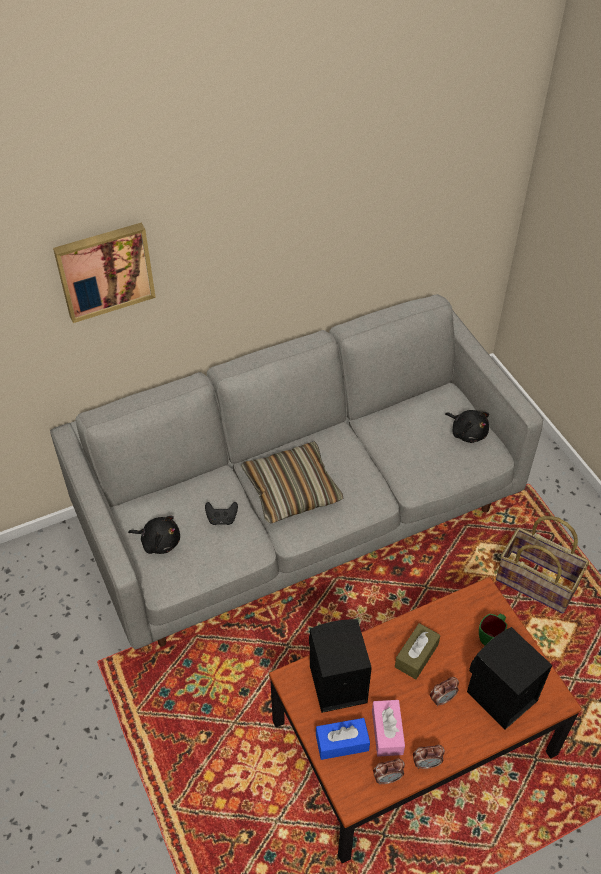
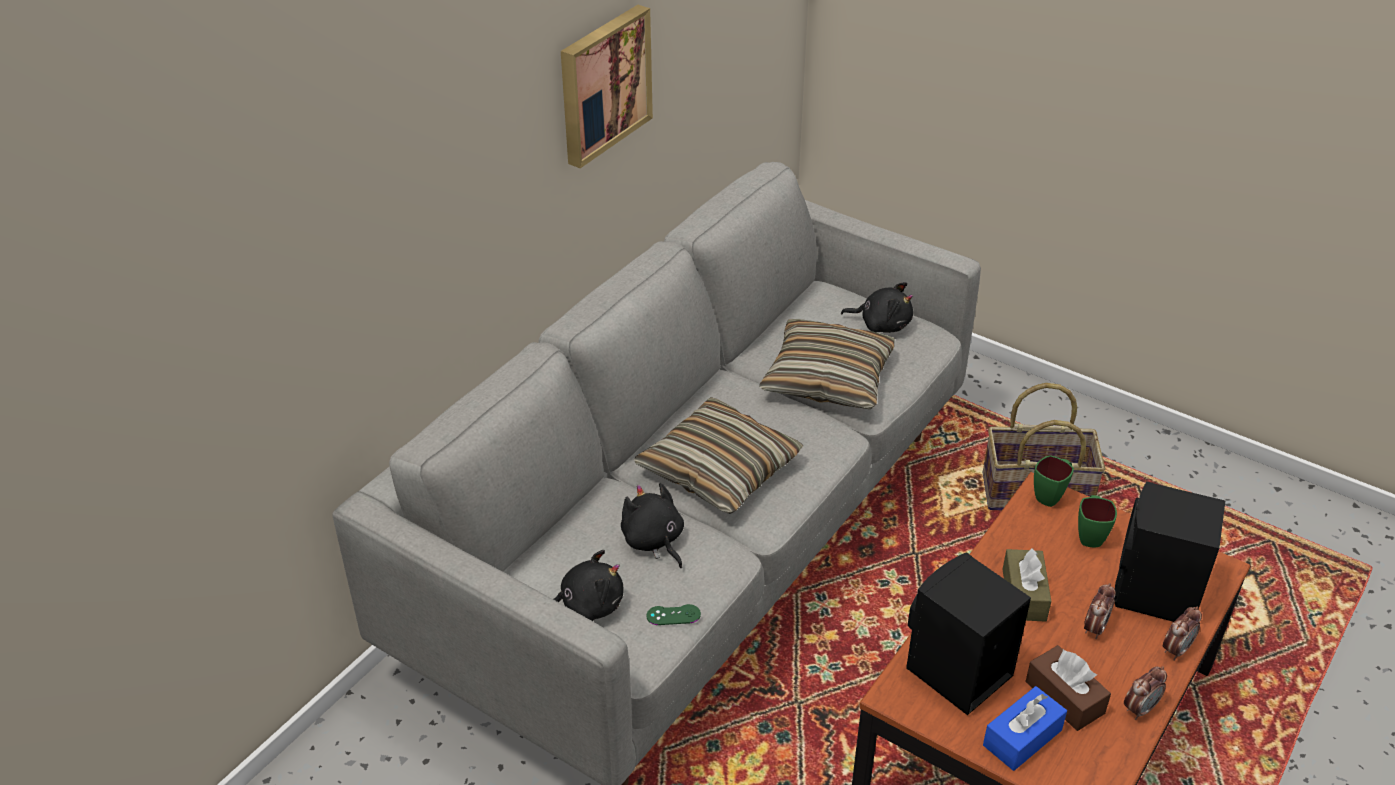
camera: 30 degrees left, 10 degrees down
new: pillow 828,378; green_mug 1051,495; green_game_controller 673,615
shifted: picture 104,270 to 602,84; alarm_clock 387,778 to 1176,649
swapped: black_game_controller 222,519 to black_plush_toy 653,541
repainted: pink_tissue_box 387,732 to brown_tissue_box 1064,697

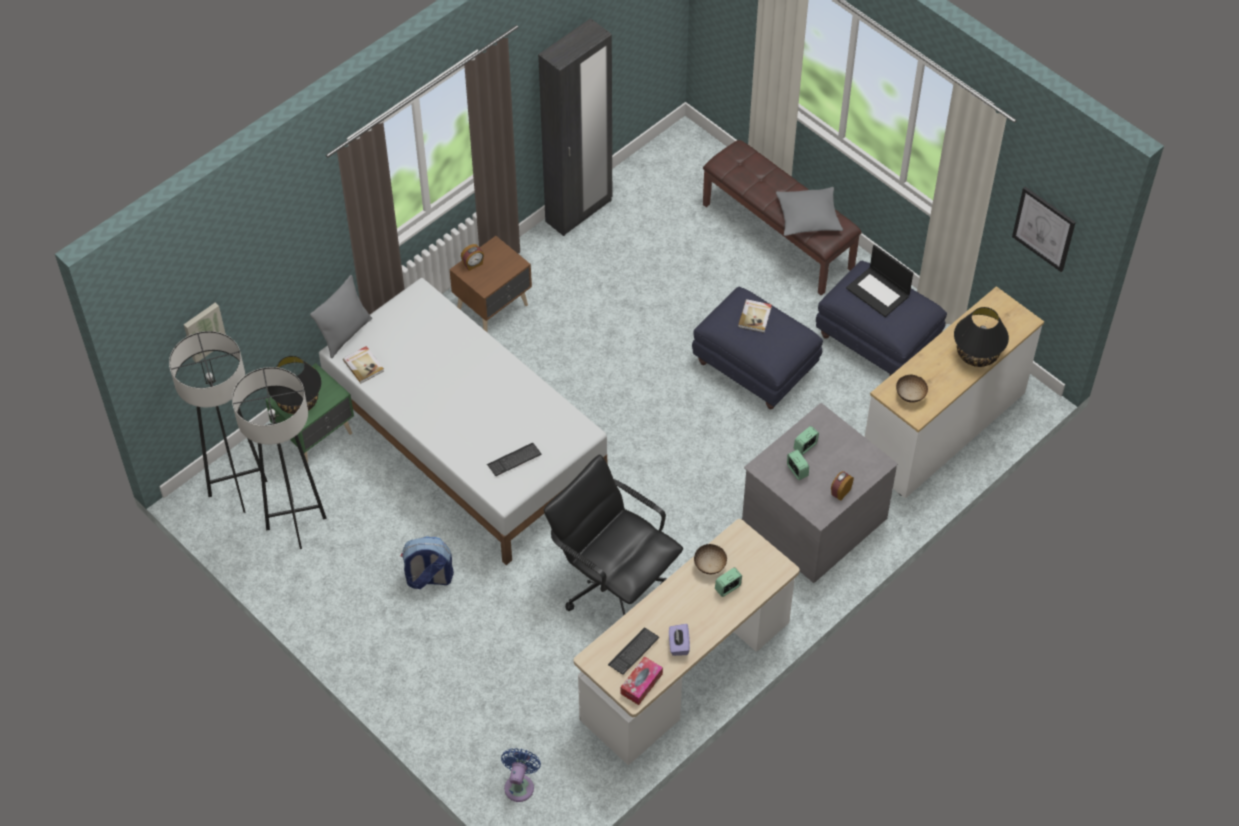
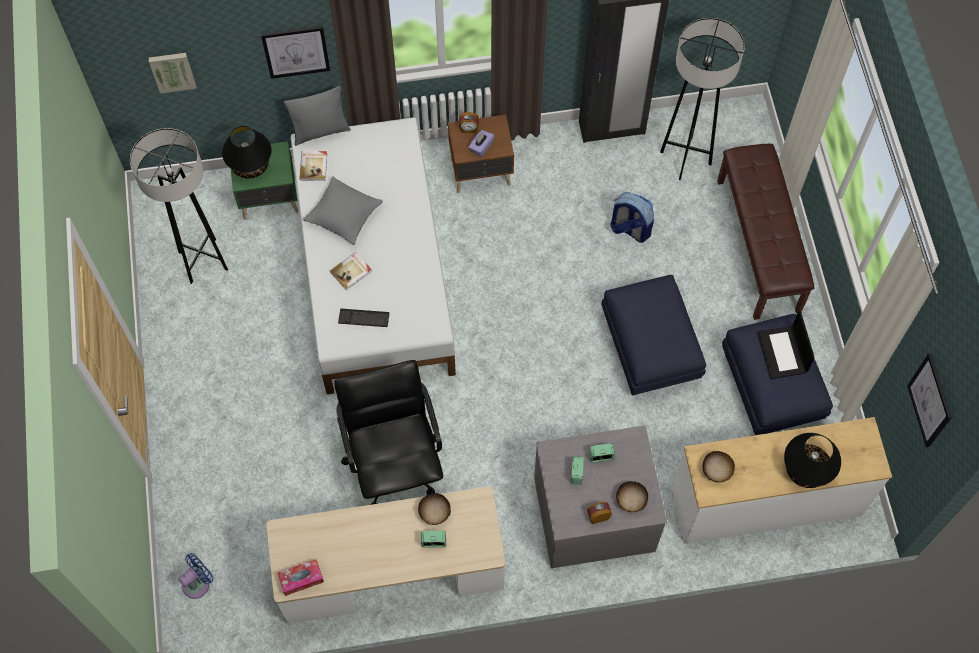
camera: 35 degrees right, 10 degrees up
gone: keyboard 633,652
new: picture 296,51; bowl 630,501
shifted: grey_pillow 808,217 to 344,215; book 755,317 to 351,272; grey_floor_lamp 237,488 to 685,158; backpack 428,578 to 629,229; purple_tissue_box 678,645 to 481,147

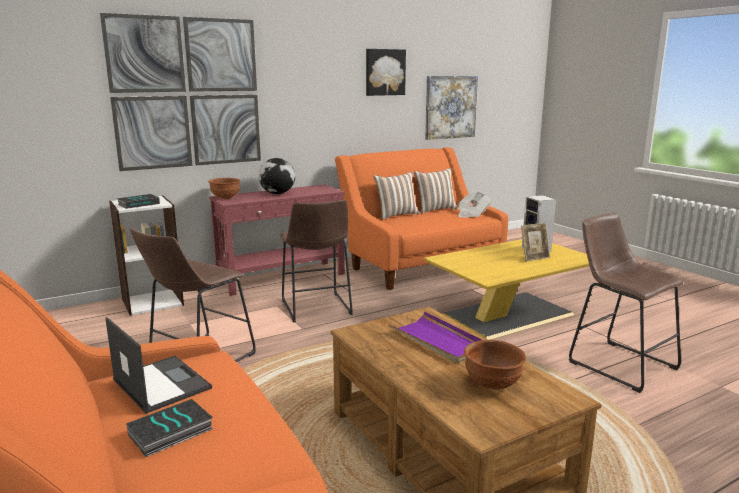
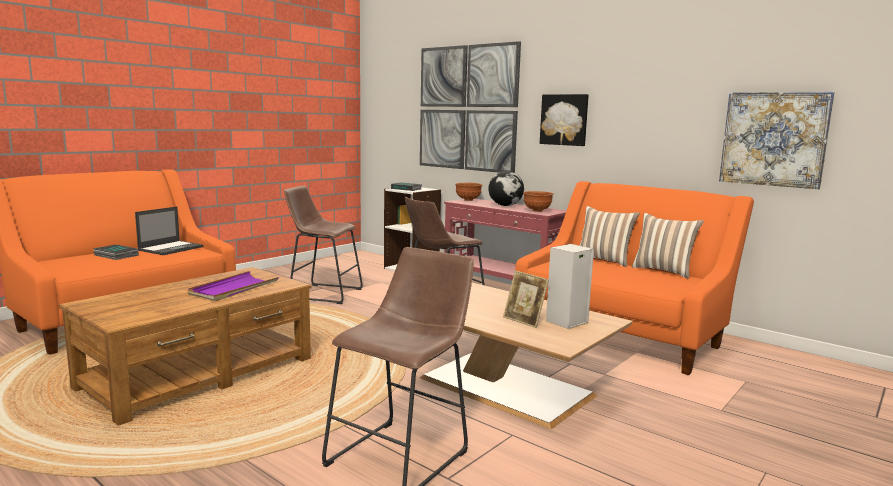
camera: 70 degrees right, 5 degrees down
gone: newspaper 472,214
shifted: picture 384,72 to 564,119; brown_bowl 492,385 to 537,211
repainted: yellow_coffee_table 509,314 to brown_coffee_table 509,387

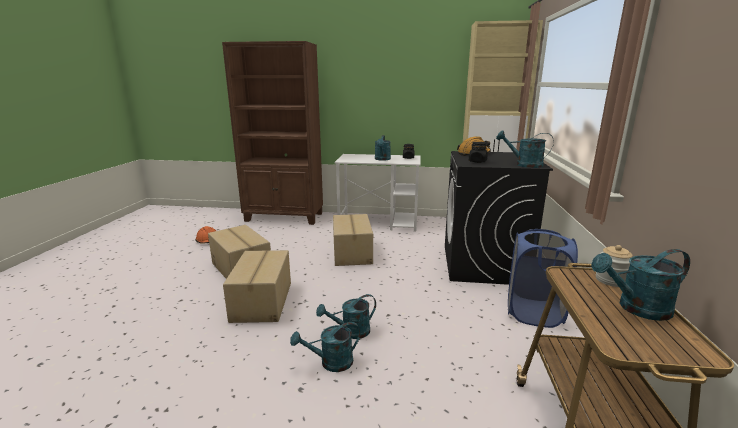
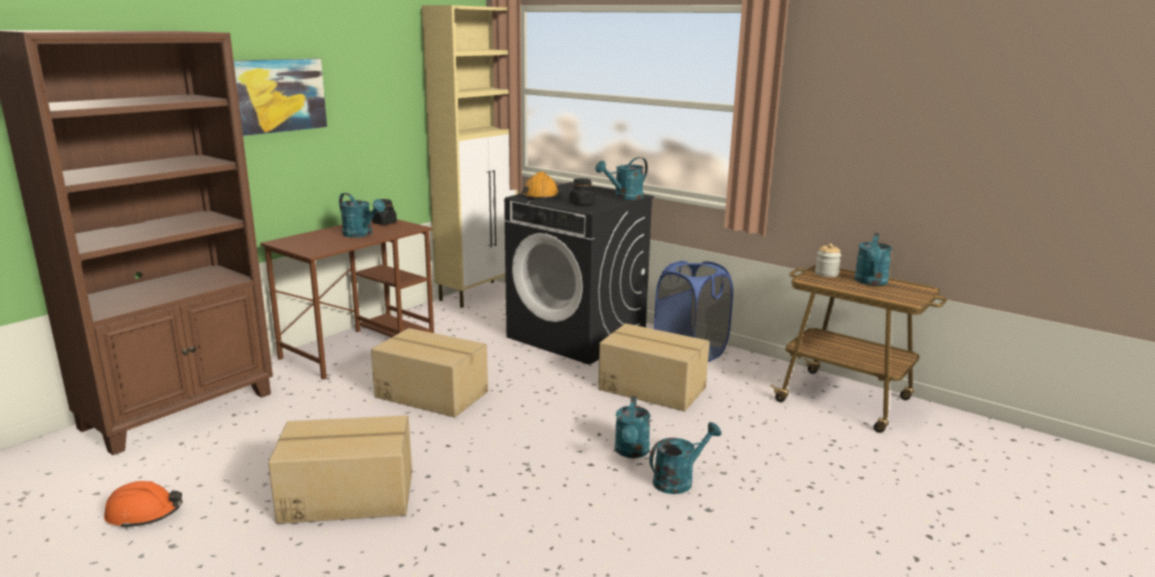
camera: 60 degrees left, 0 degrees up
new: picture 276,95
shifted: cardboard_box 263,301 to 652,388
repainted: white_desk 379,222 to brown_desk 360,346
rotated: turquoise_watering_can 331,363 = 679,480 135 degrees counterclockwise

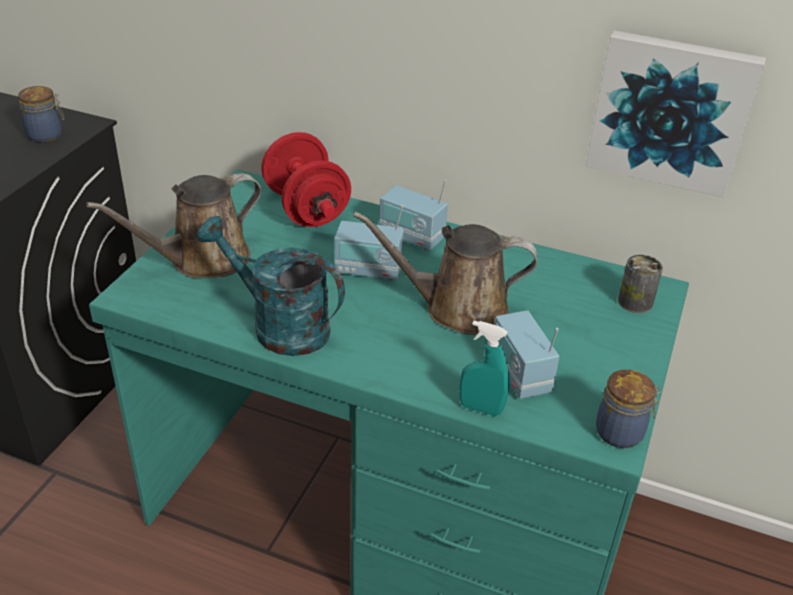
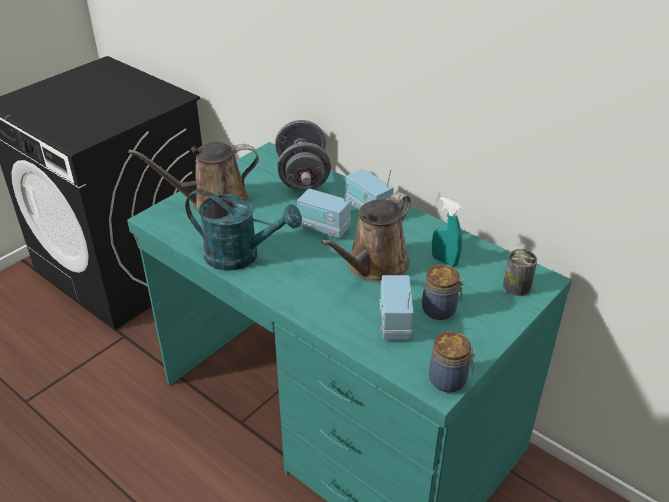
camera: 20 degrees right, 0 degrees up
gone: picture 671,111
shifted: jar 47,135 to 440,310; turquoise_spray_bottle 480,408 to 444,261
repainted: red_dumbbell 306,208 to grey_dumbbell 303,177
rotated: brown_watering_can 457,308 = 374,266 75 degrees counterclockwise; turquoise_watering_can 279,326 = 241,256 150 degrees clockwise

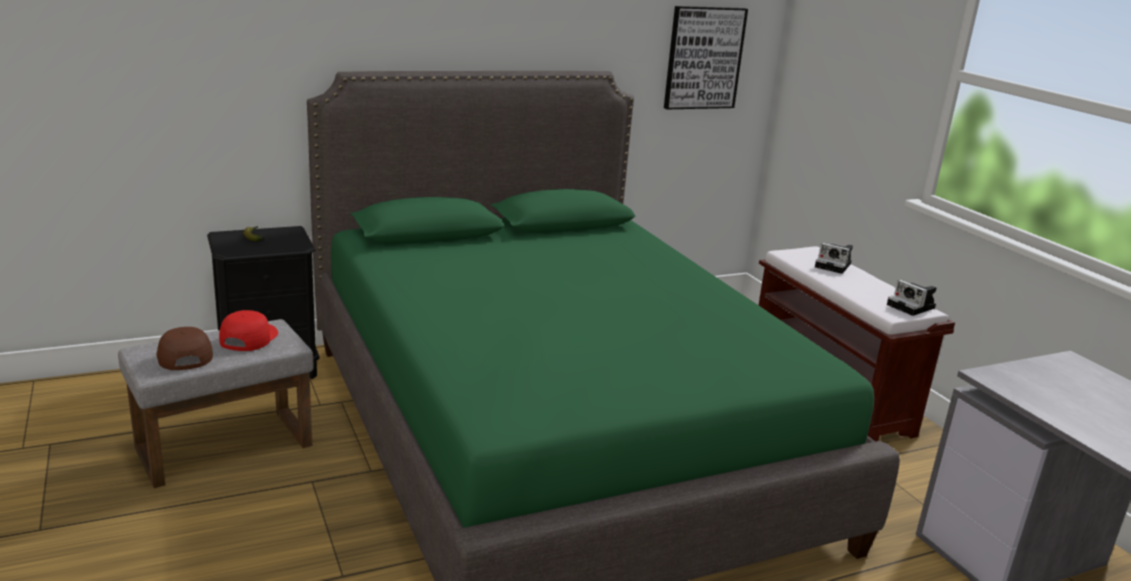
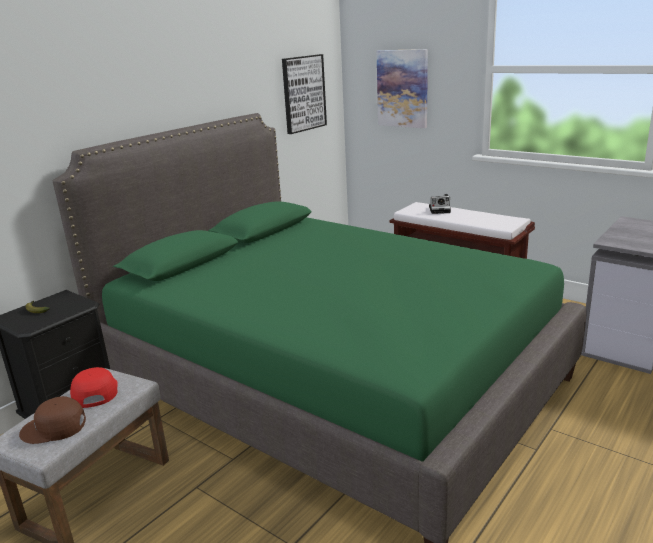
camera: 25 degrees left, 0 degrees up
gone: photo_camera 912,307
new: picture 402,88
rotated: brown_cap 183,356 = 54,428 45 degrees counterclockwise

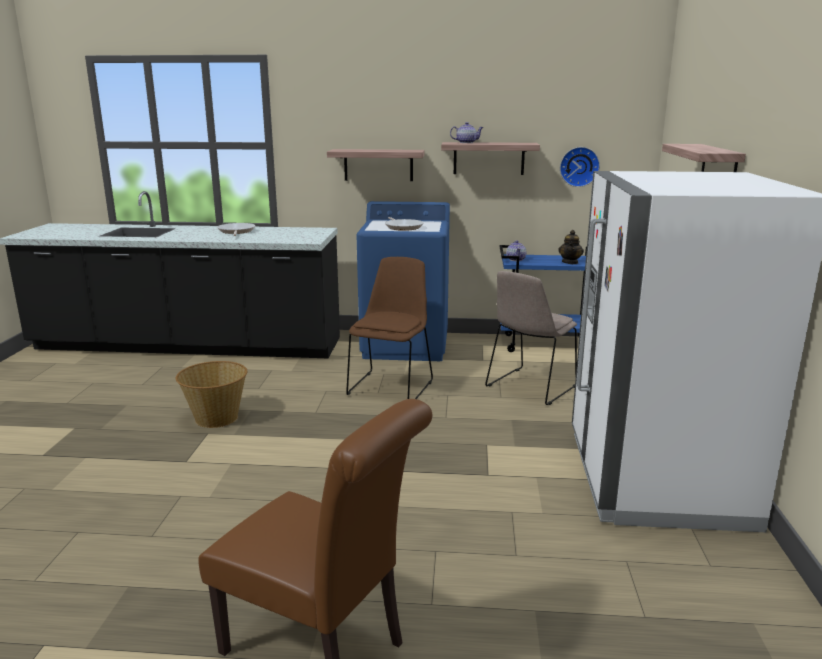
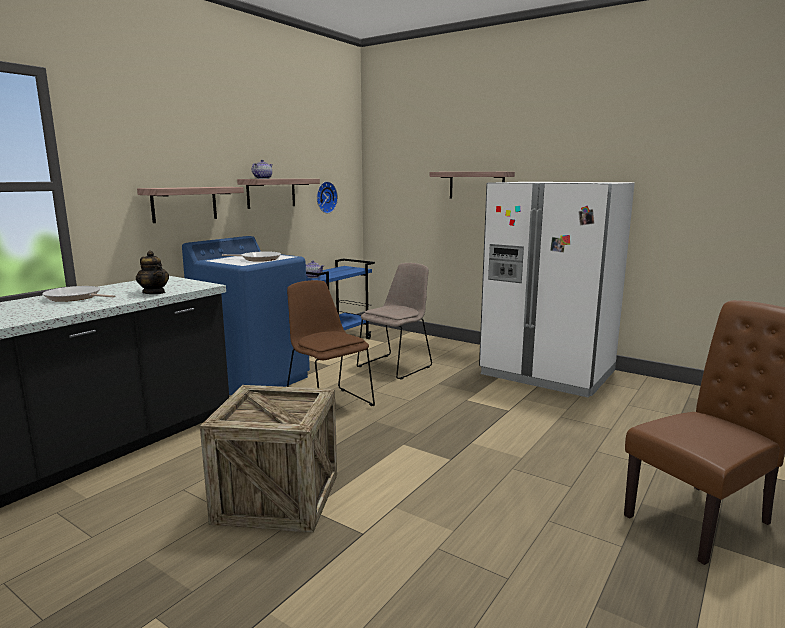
camera: 60 degrees left, 5 degrees down
shifted: teapot 570,262 to 154,293
swapped: basket 216,418 to crate 277,498
rotated: beige_chair 529,387 = 396,366 120 degrees counterclockwise

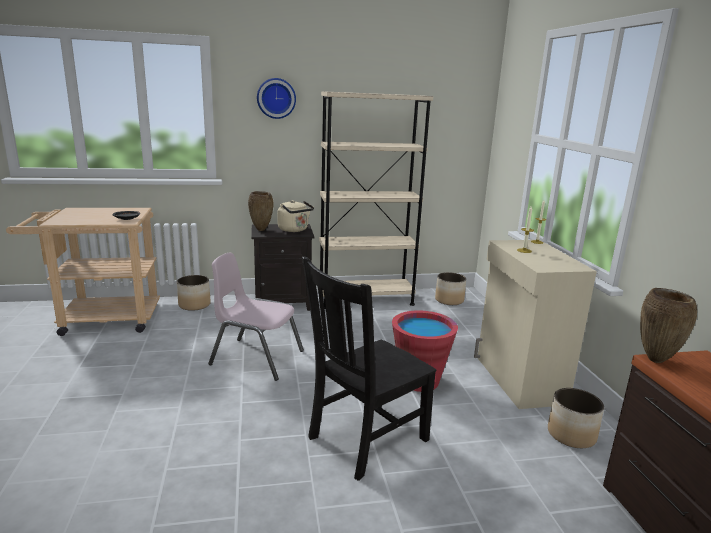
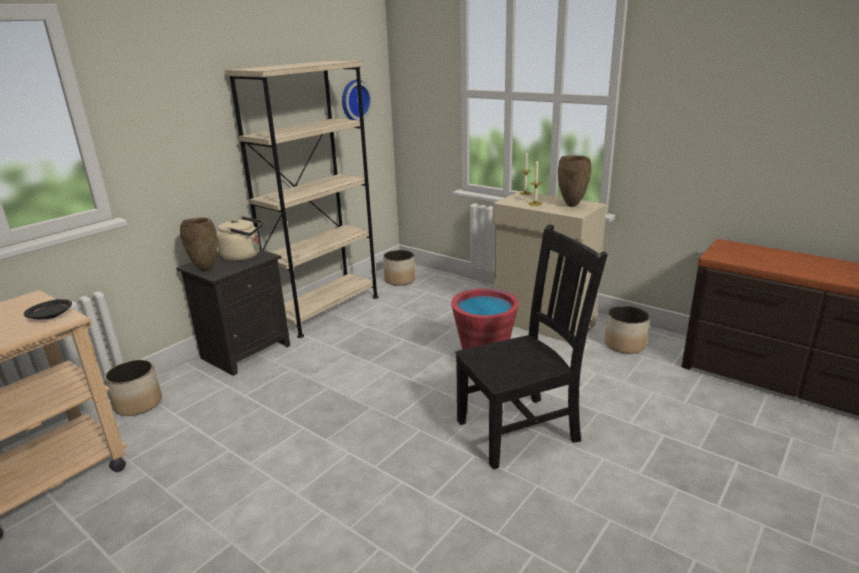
camera: 40 degrees left, 5 degrees up
gone: pink_chair 256,358
shifted: wall_clock 276,98 to 354,100; brown_vase 656,360 to 572,205
rotated: black_chair 365,440 = 521,429 120 degrees counterclockwise

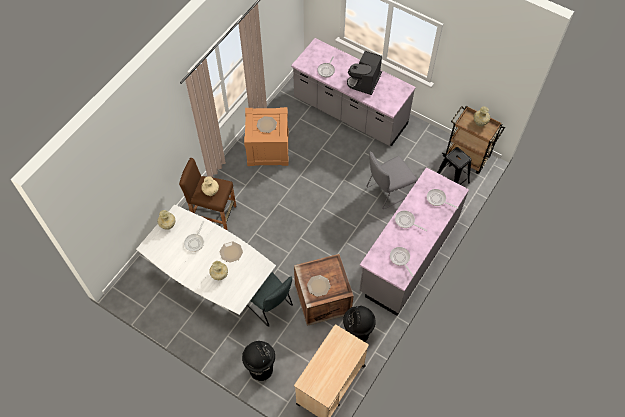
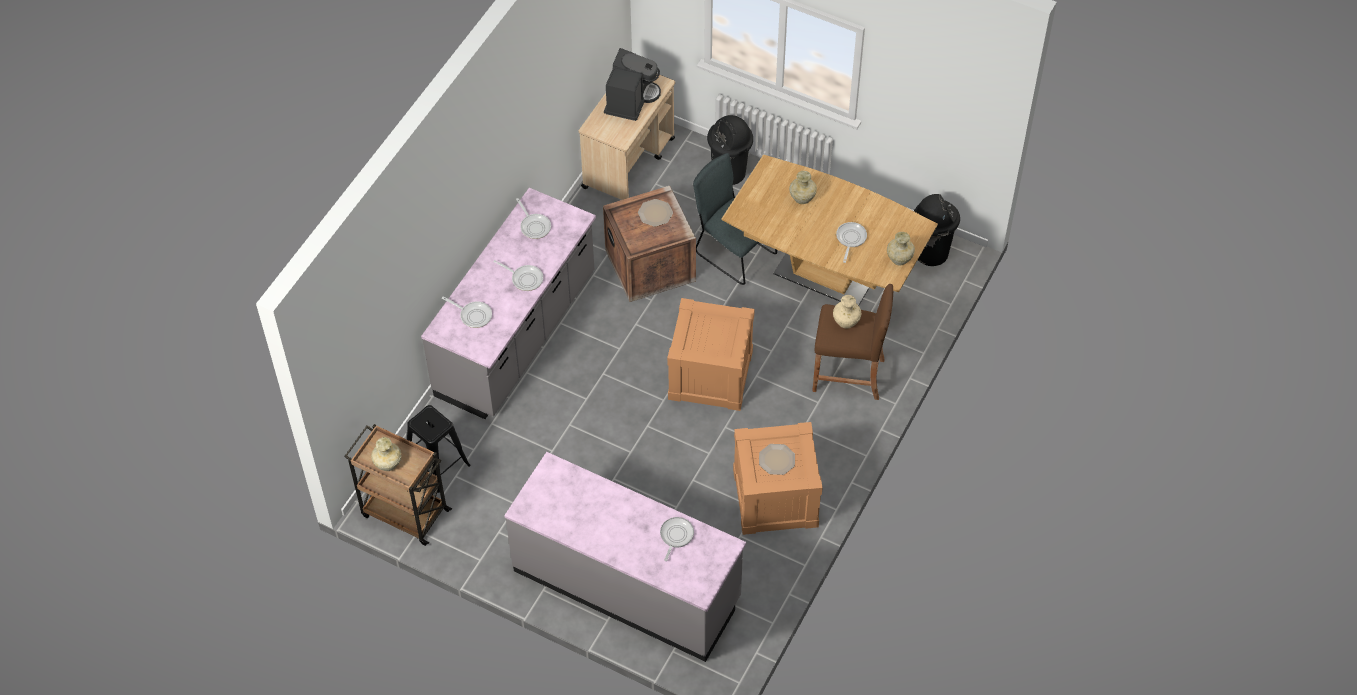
camera: 175 degrees right, 5 degrees down
gone: grey_chair 388,191; plate 231,252
new: crate 710,374
shifted: coffee_machine 365,82 to 630,99; black_trash_can 357,334 to 931,252
repainted: white_dining_table 212,281 to brown_dining_table 824,275

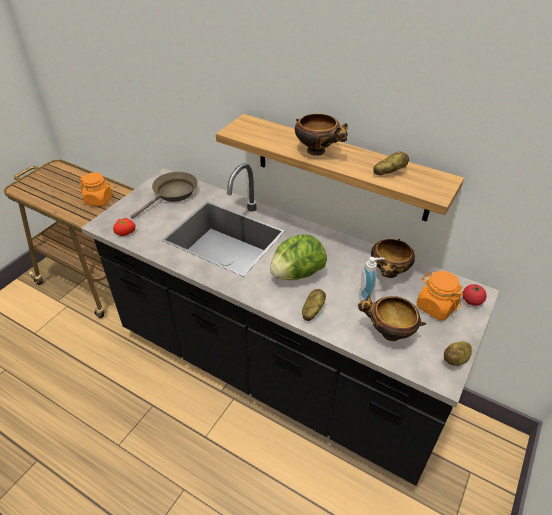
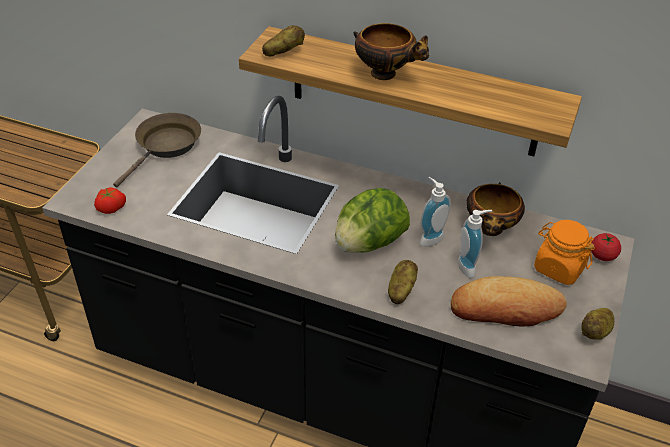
camera: 10 degrees left, 0 degrees up
gone: orange_jar 99,200
new: soap_dispenser 429,238
shifted: potato 389,172 to 283,52
swapped: bowl 388,333 to bread 506,309

